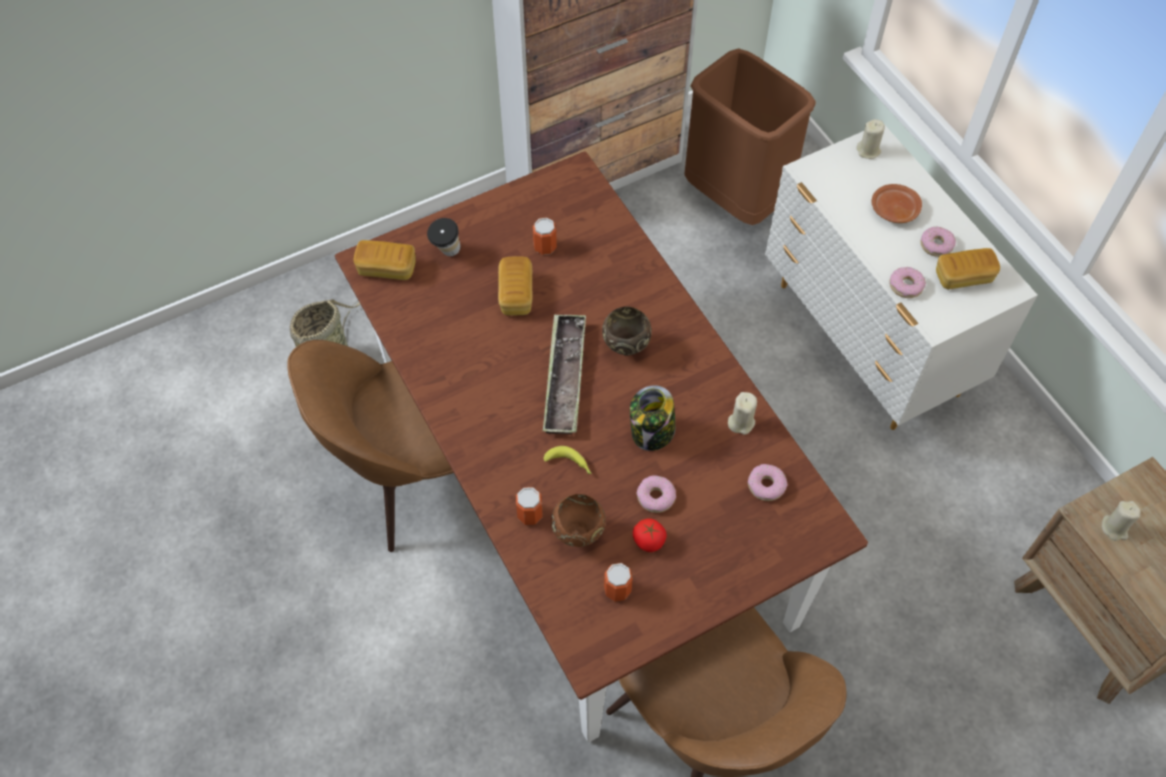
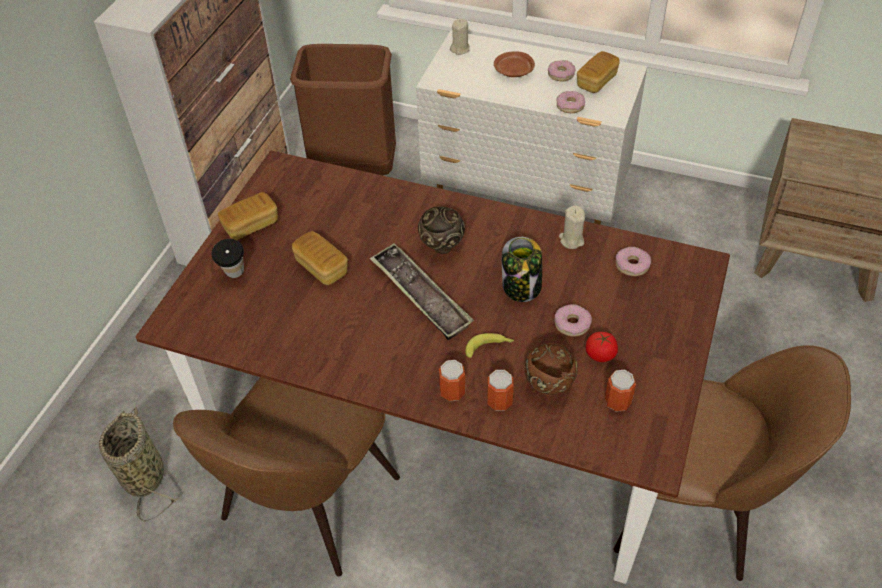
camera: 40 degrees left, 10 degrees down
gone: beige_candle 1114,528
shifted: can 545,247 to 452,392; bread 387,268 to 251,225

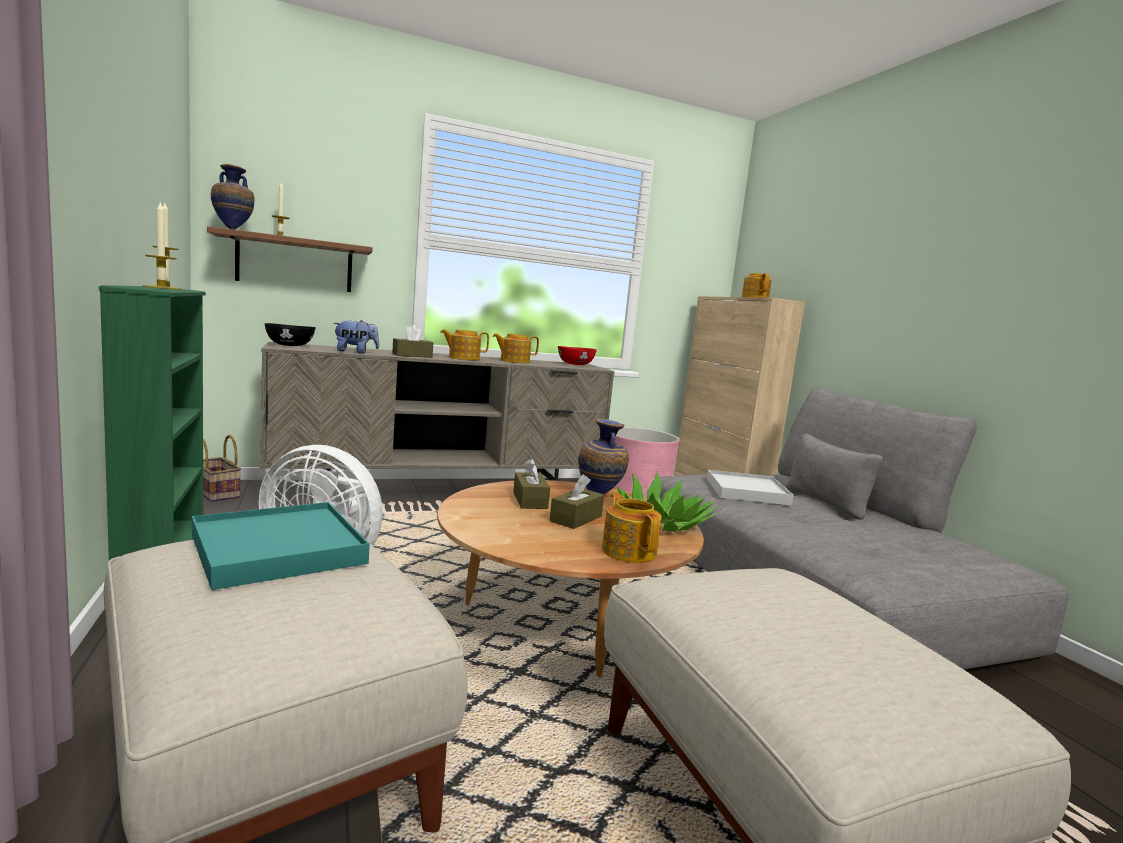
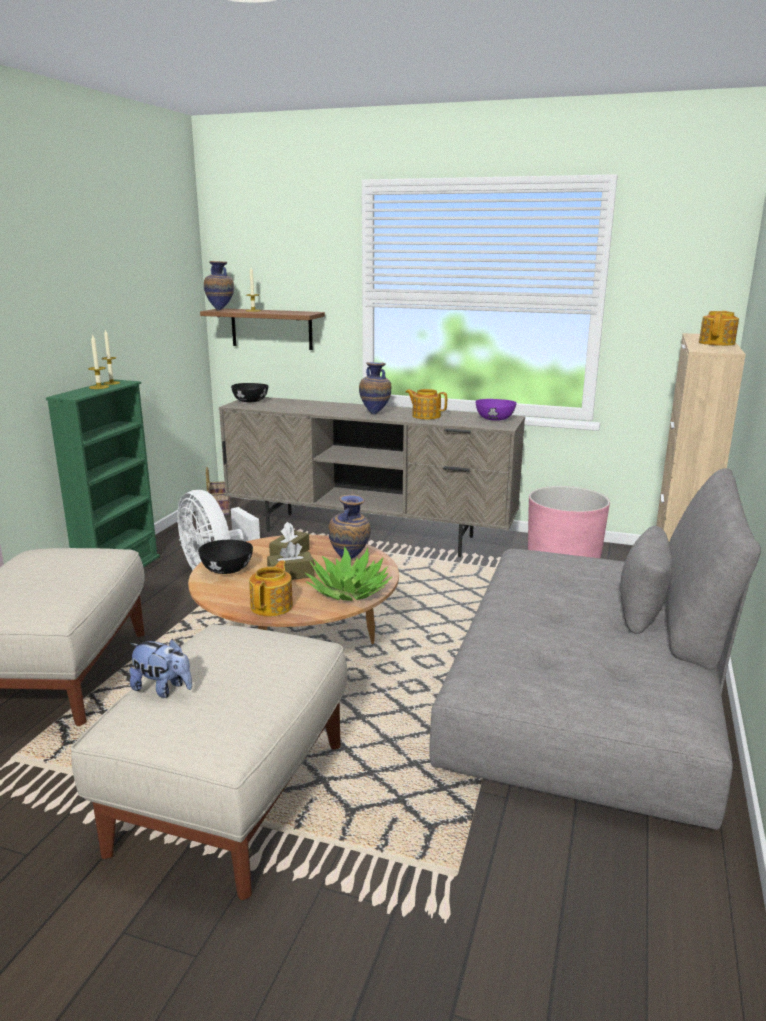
camera: 40 degrees right, 10 degrees up
gone: brown_tissue_box 412,355; white_tray 747,491; turquoise_tray 278,550
new: black_bowl 226,569
shifted: plush_toy 355,352 to 163,689
swapped: teapot 463,358 to vase 375,413
repainted: red_bowl 575,364 to purple_bowl 494,419

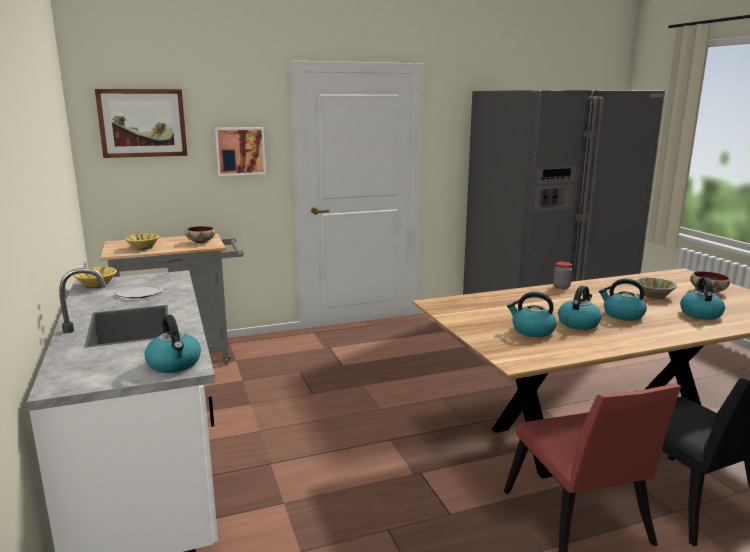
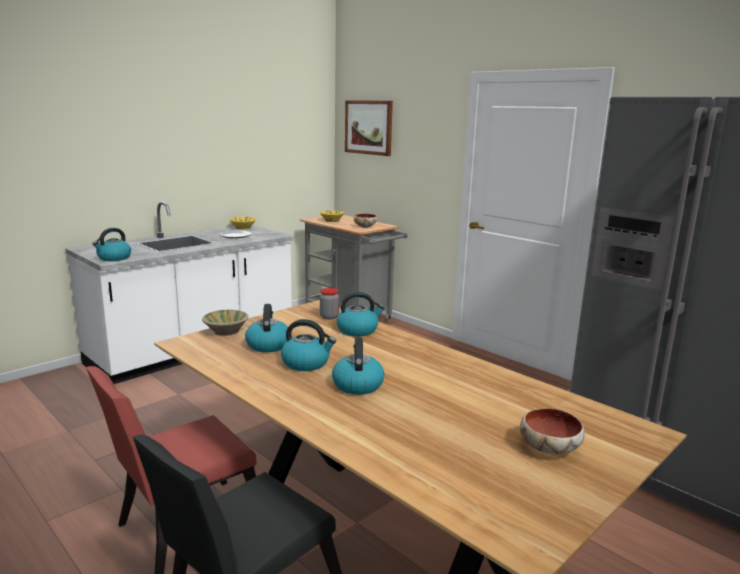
camera: 65 degrees right, 0 degrees up
gone: picture 240,151
shifted: jar 561,287 to 329,317; kettle 700,314 to 358,330; beige_bowl 653,295 to 225,331

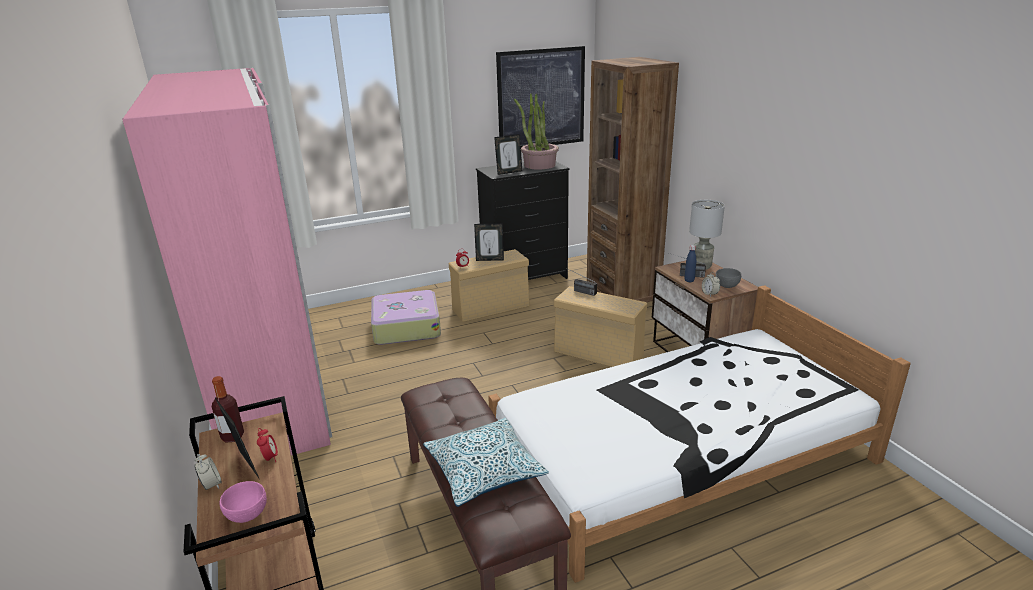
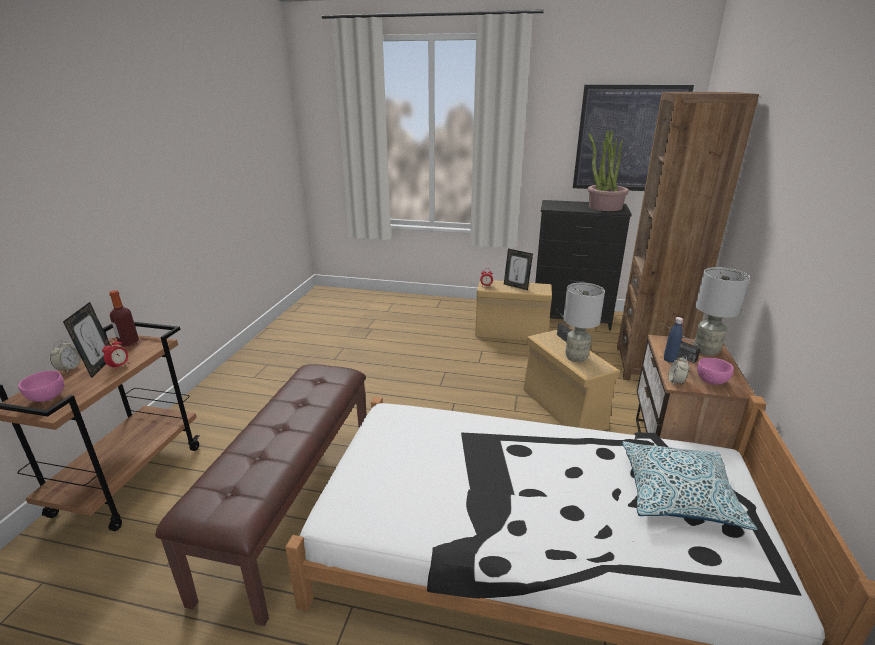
camera: 35 degrees right, 0 degrees up
gone: pink_wardrobe 269,380; picture_frame 509,172; suitcase 406,326
new: grey_table_lamp 576,358
shifted: pillow 484,470 to 678,494
repainted: grey_bowl 727,286 to pink_bowl 711,381

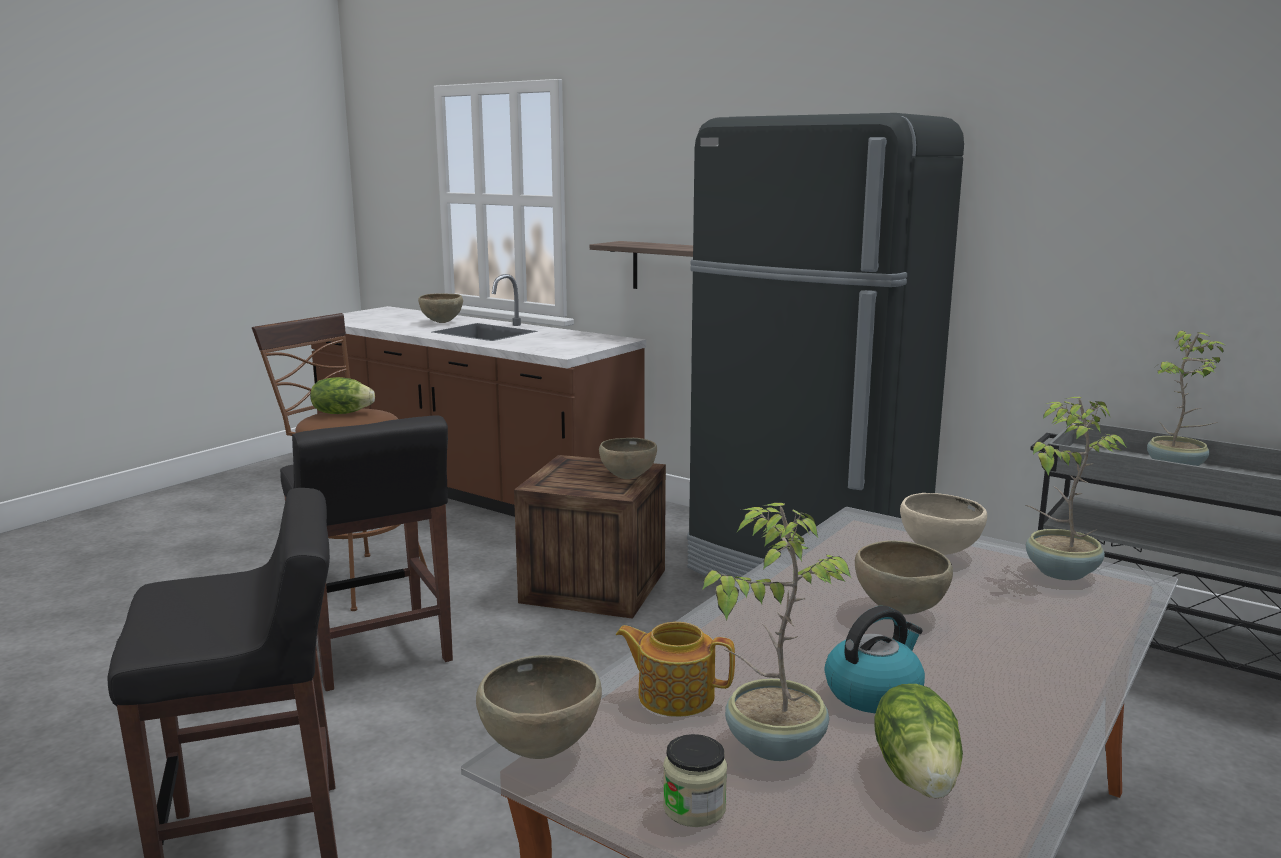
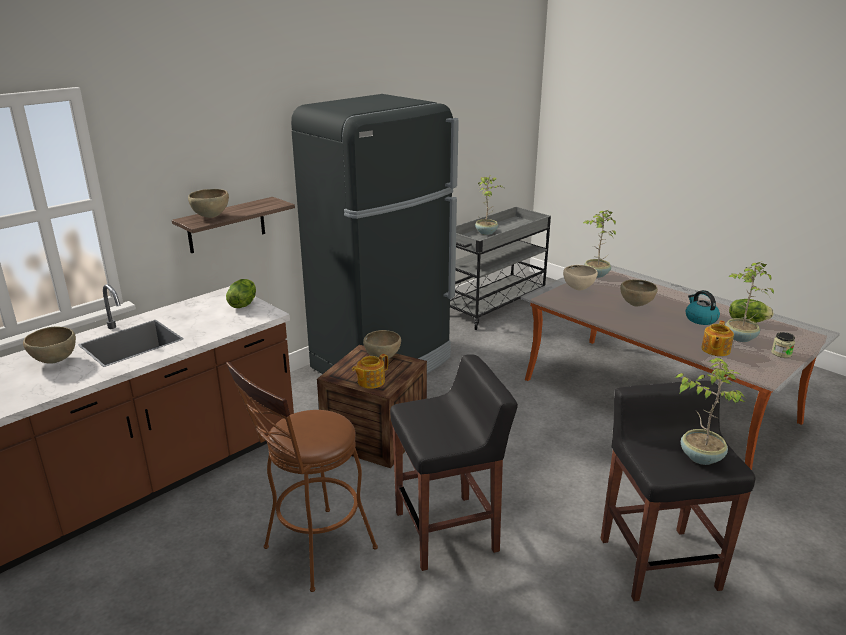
camera: 80 degrees left, 10 degrees up
new: teapot 370,381; potted_plant 701,456
shifted: lettuce 342,413 to 243,304; brown_bowl 541,750 to 211,217

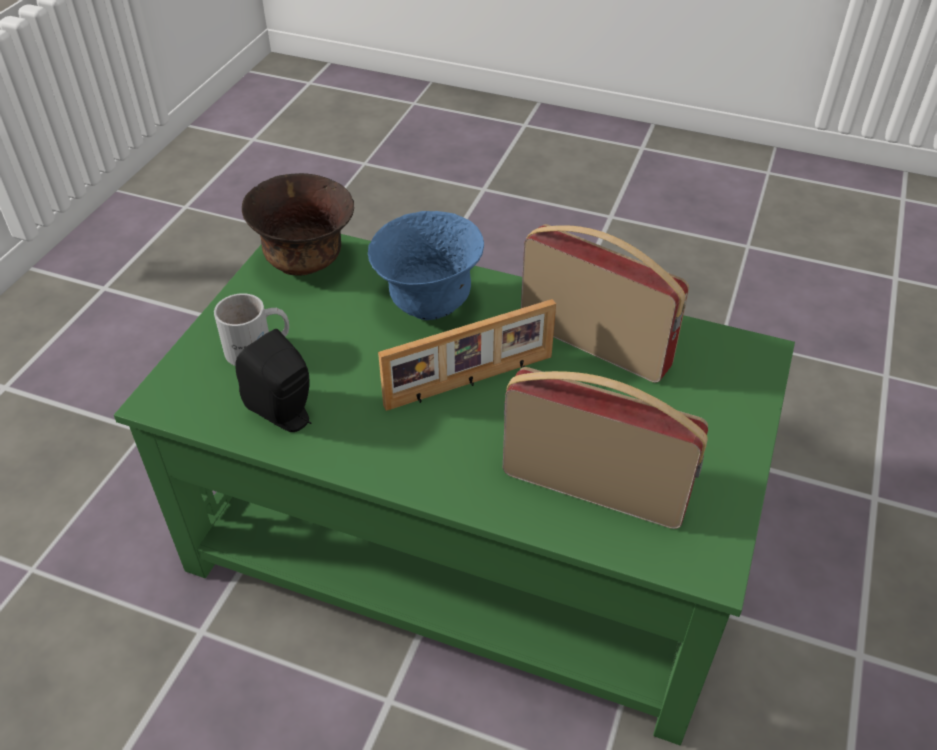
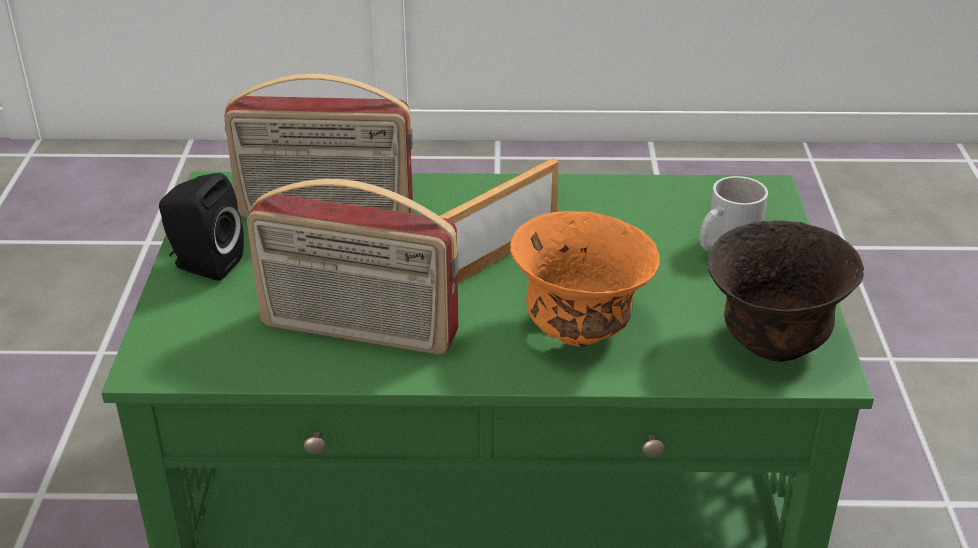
camera: 160 degrees right, 10 degrees down
shifted: black_speaker 285,415 to 203,265
repainted: blue_bowl 428,305 to orange_bowl 579,328

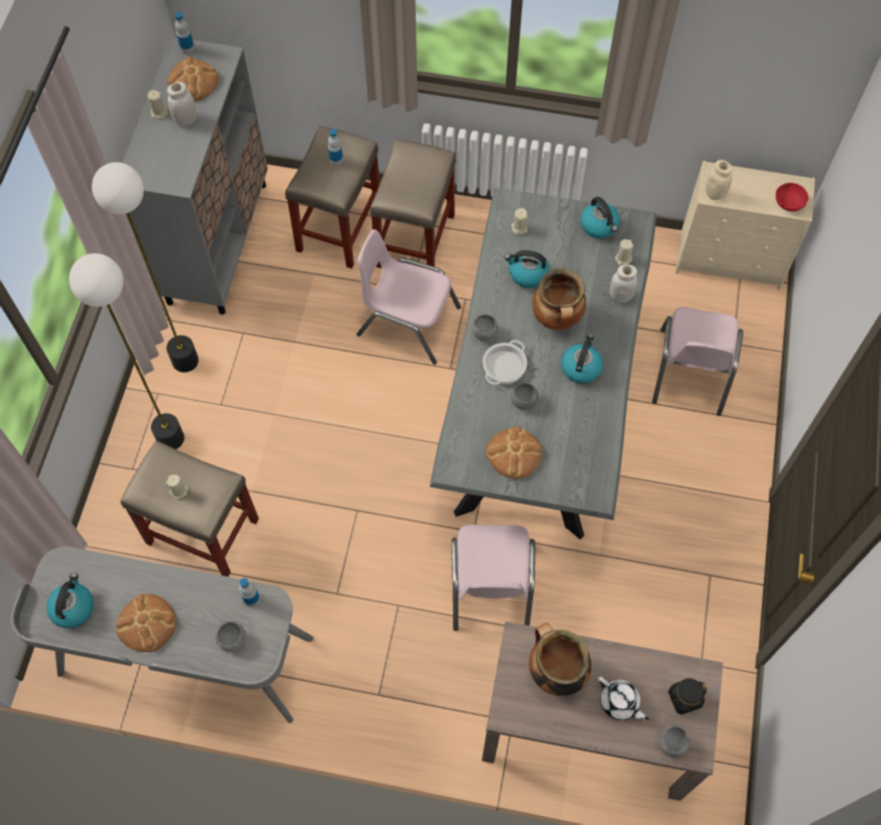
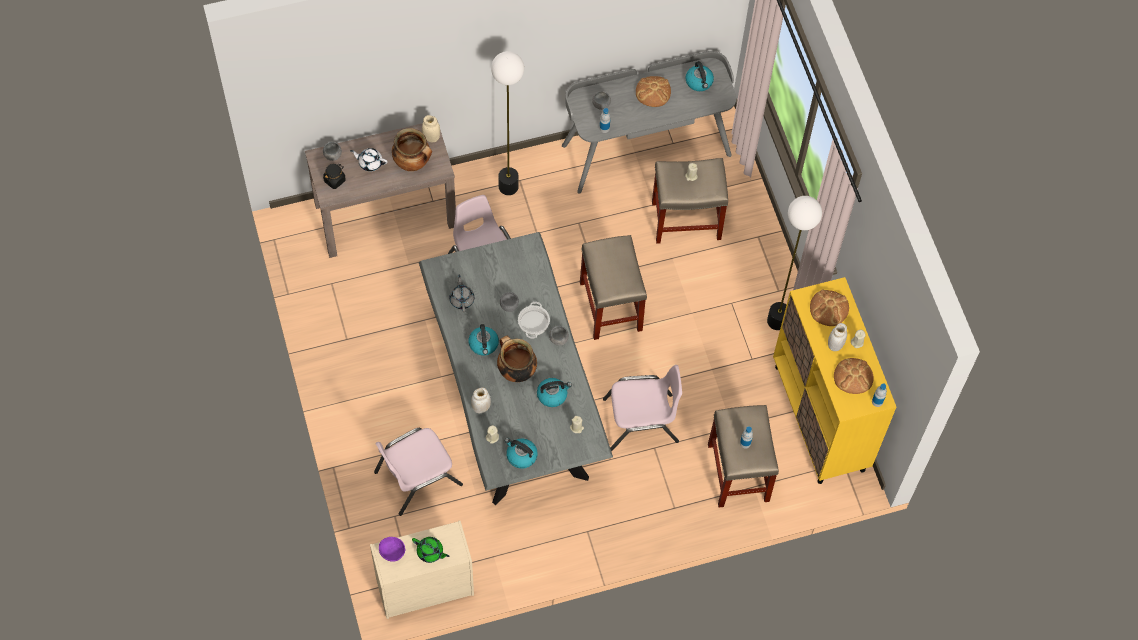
camera: 150 degrees right, 0 degrees up
new: grey_teapot 462,299; green_teapot 430,552
shifted: beige_stool 415,239 to 611,307; beige_jar 714,193 to 431,137; floor_lamp 170,438 to 508,186; bread 514,453 to 829,308
repainted: grey_cabinet 217,242 to yellow_cabinet 819,418; red_bowl 788,203 to purple_bowl 392,551
rotated: pink_chair 690,372 = 417,477 105 degrees counterclockwise

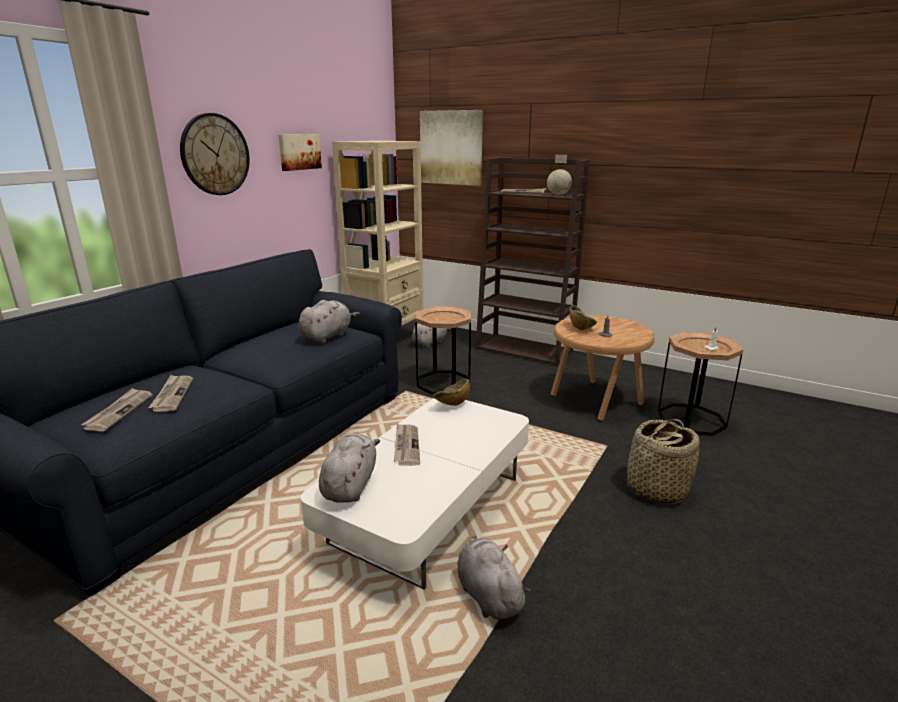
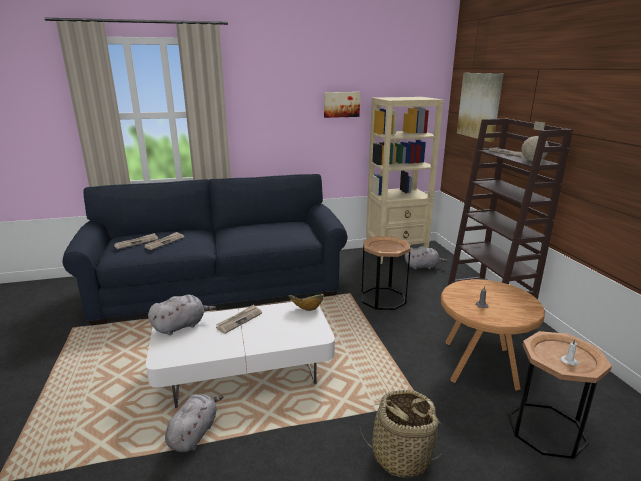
camera: 45 degrees right, 0 degrees up
gone: wall_clock 215,154; grey_plush_toy 327,336; bowl 580,328

